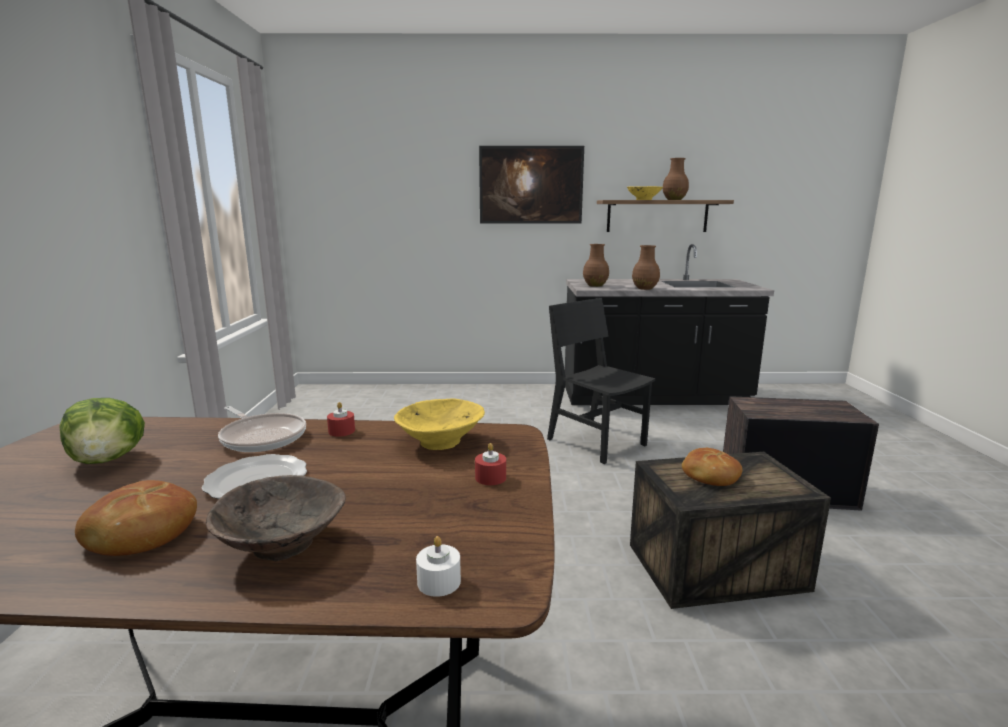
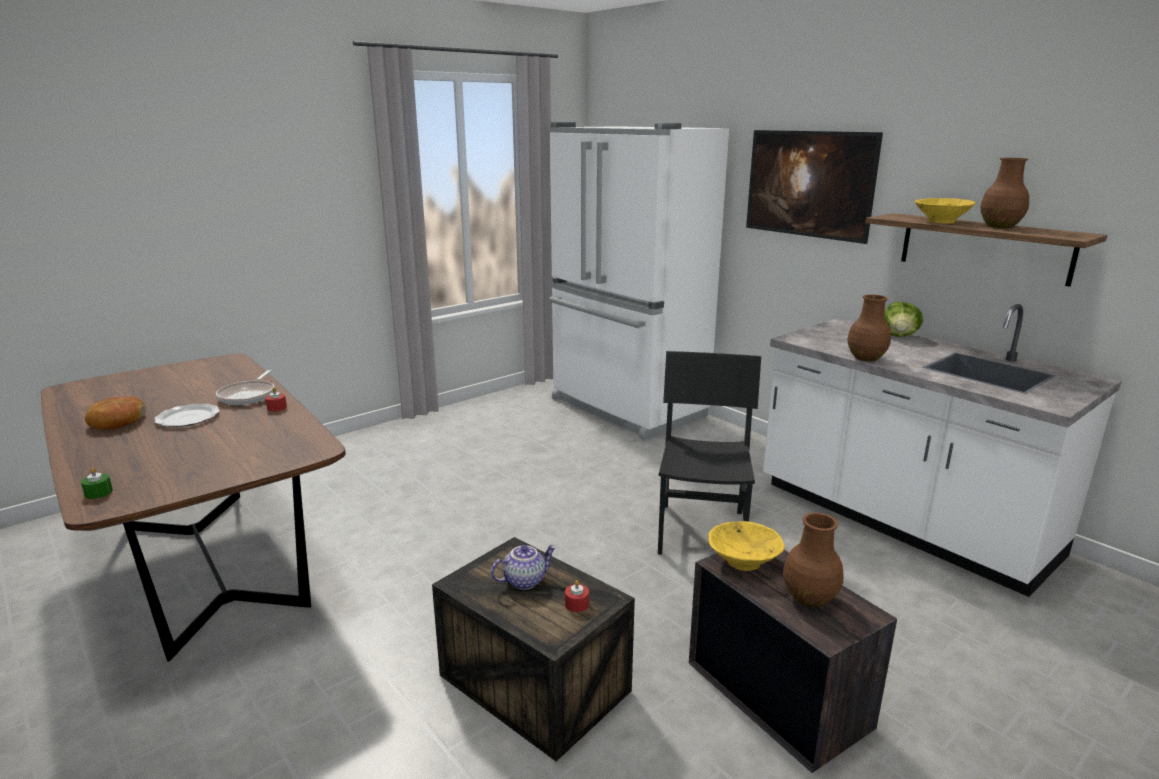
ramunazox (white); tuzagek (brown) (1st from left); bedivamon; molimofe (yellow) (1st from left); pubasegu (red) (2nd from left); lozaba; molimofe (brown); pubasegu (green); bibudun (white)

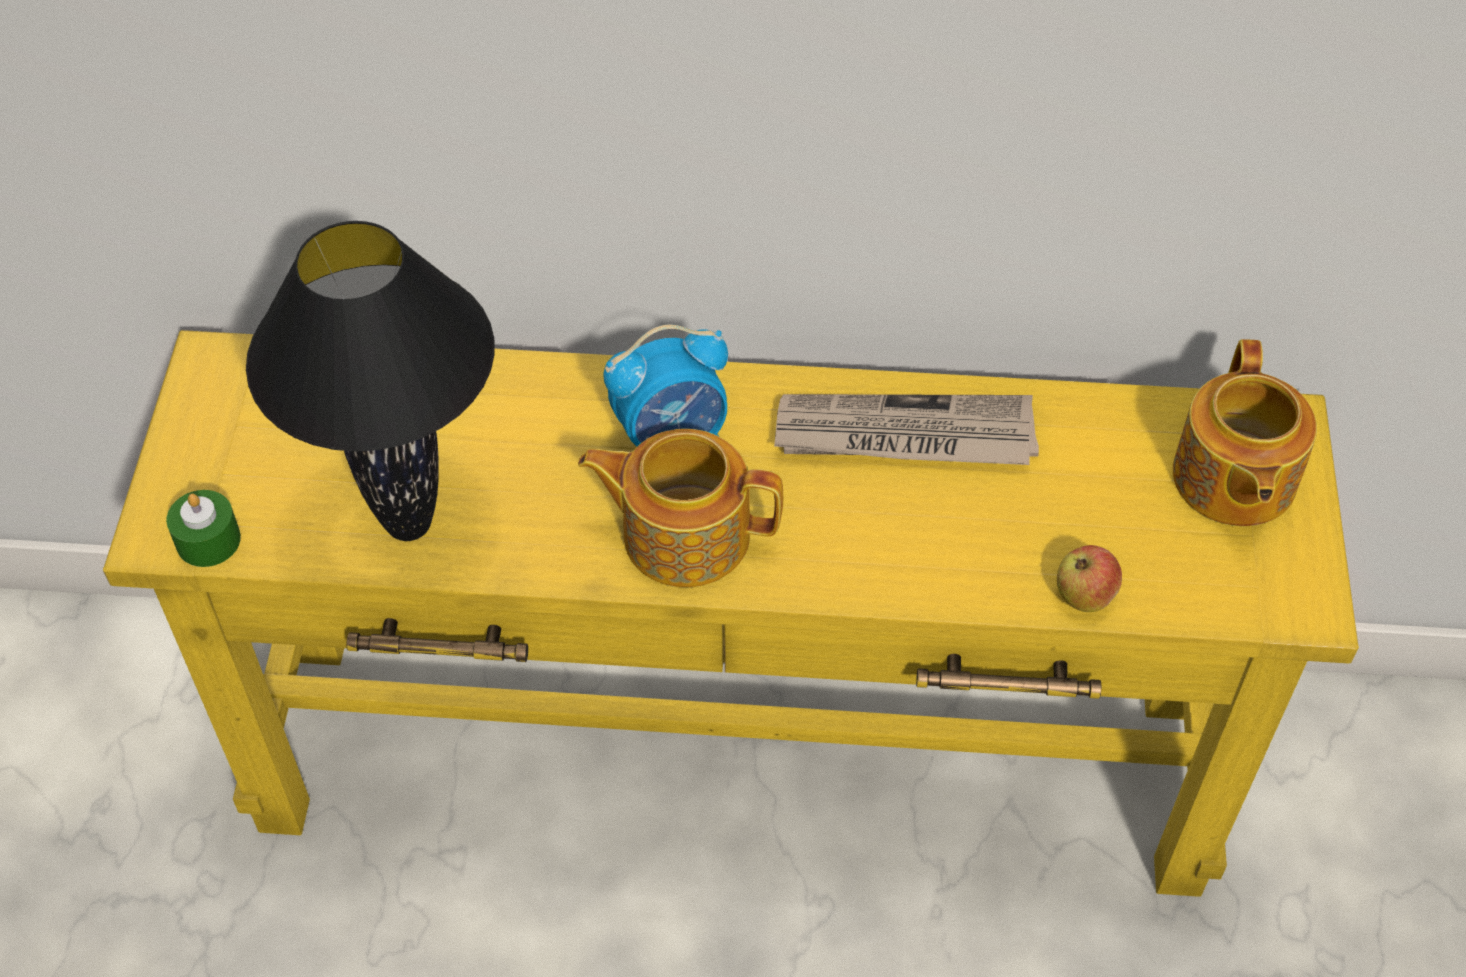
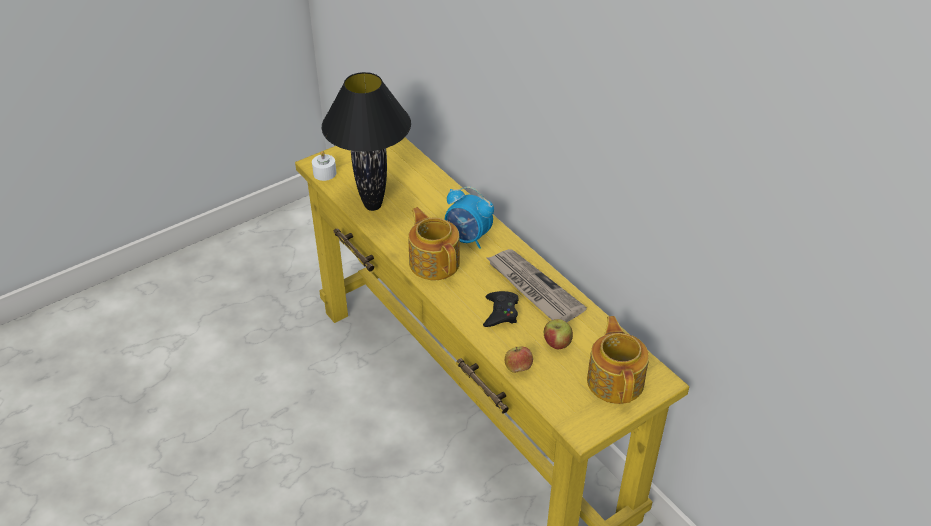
lozaba (2nd from left); pubasegu (white); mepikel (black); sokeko (2nd from left)

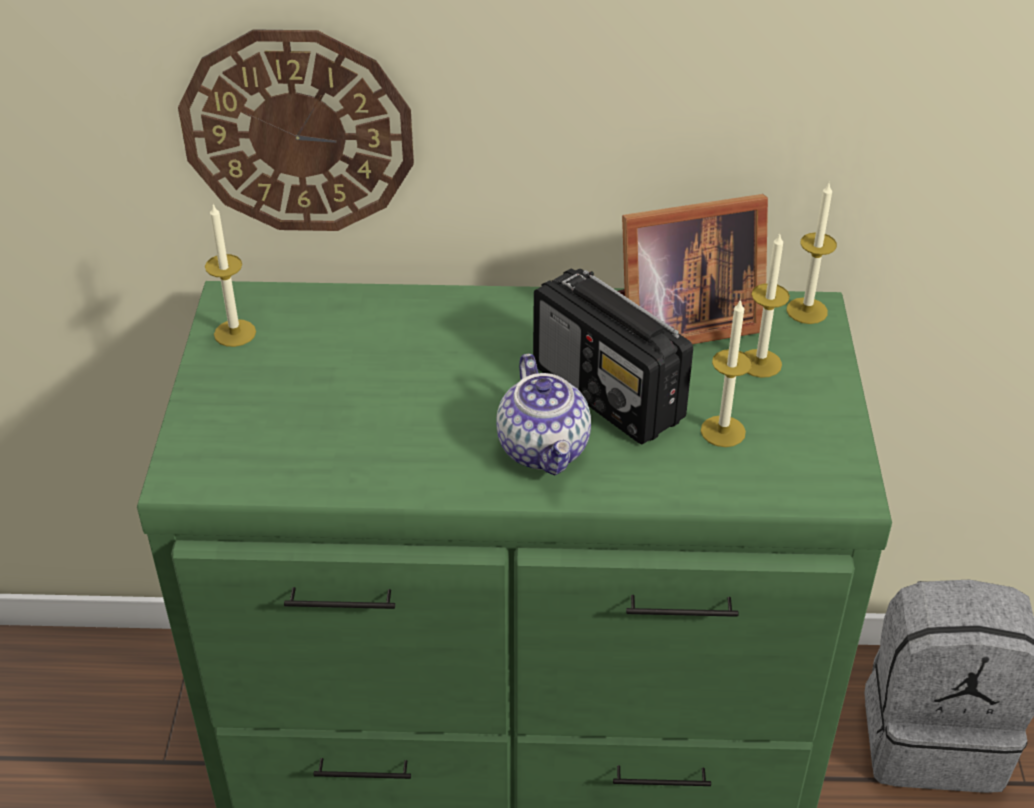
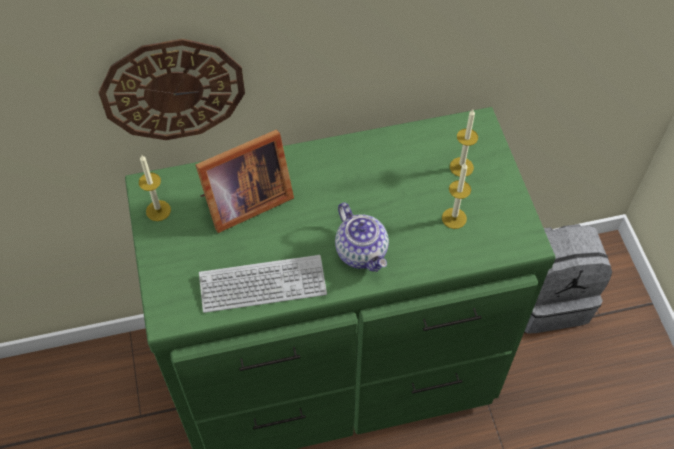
pubasegu (4th from left in the first image); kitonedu; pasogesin; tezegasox

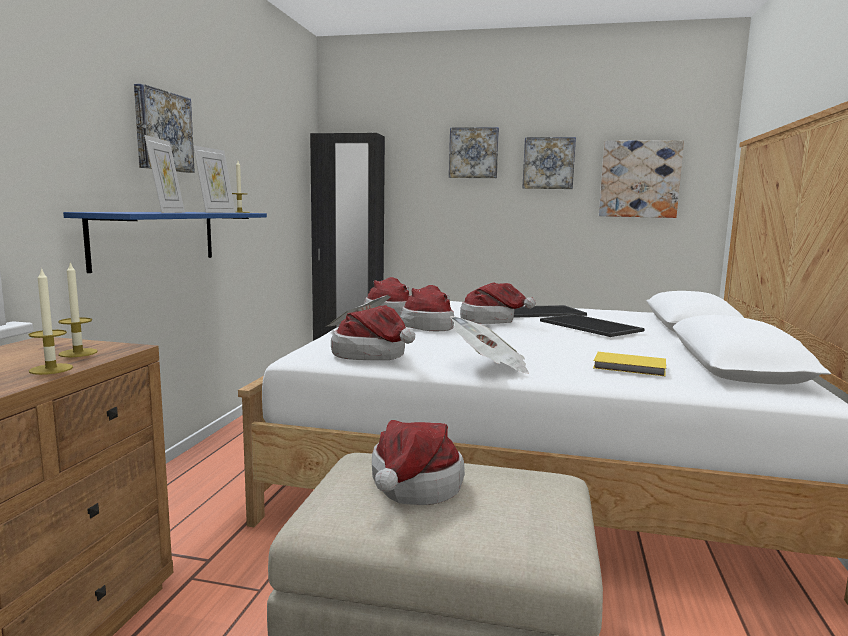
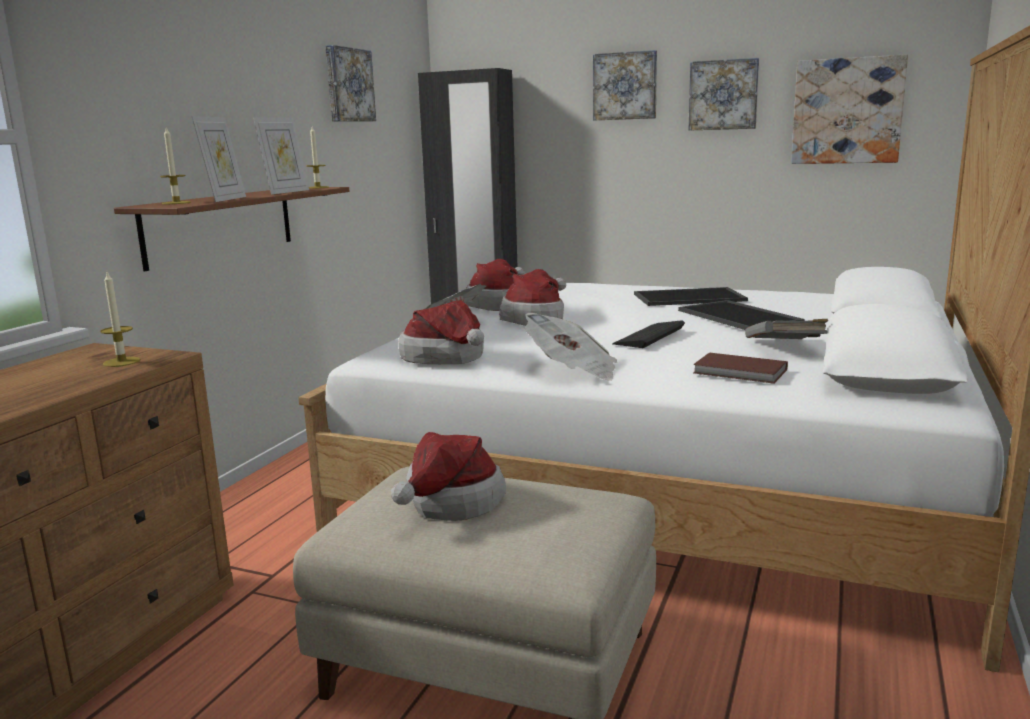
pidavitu (1st from left); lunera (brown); pubasegu (2nd from left); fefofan (5th from left in the first image); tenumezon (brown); tenumezon (grey); tezegasox

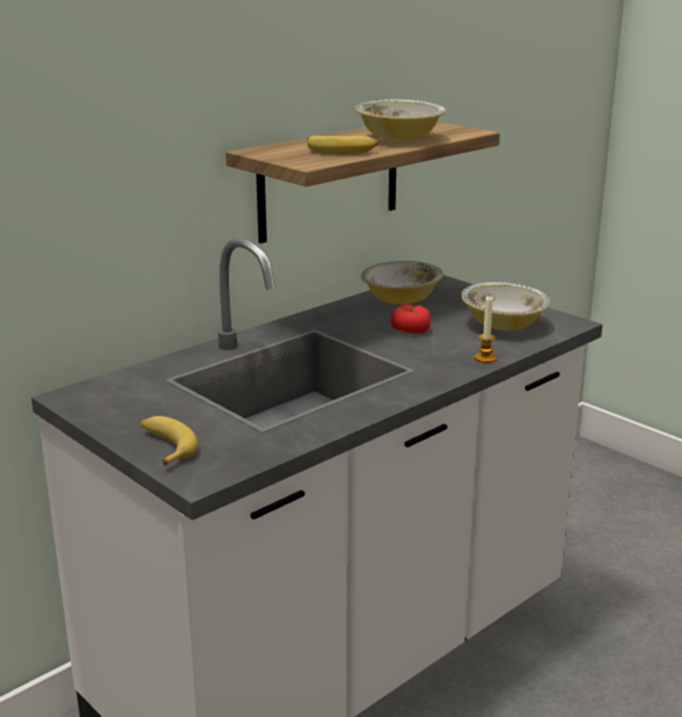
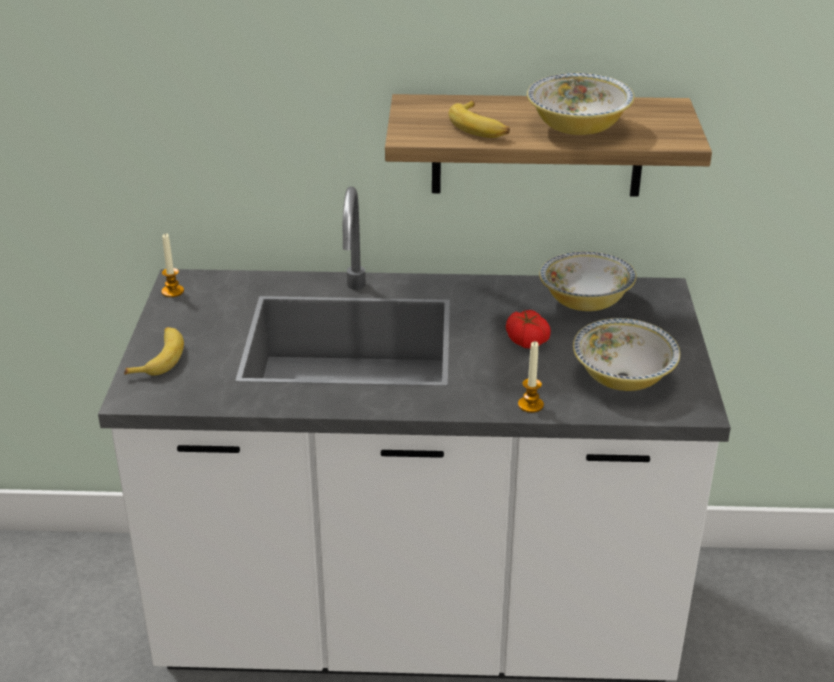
pubasegu (1st from left)

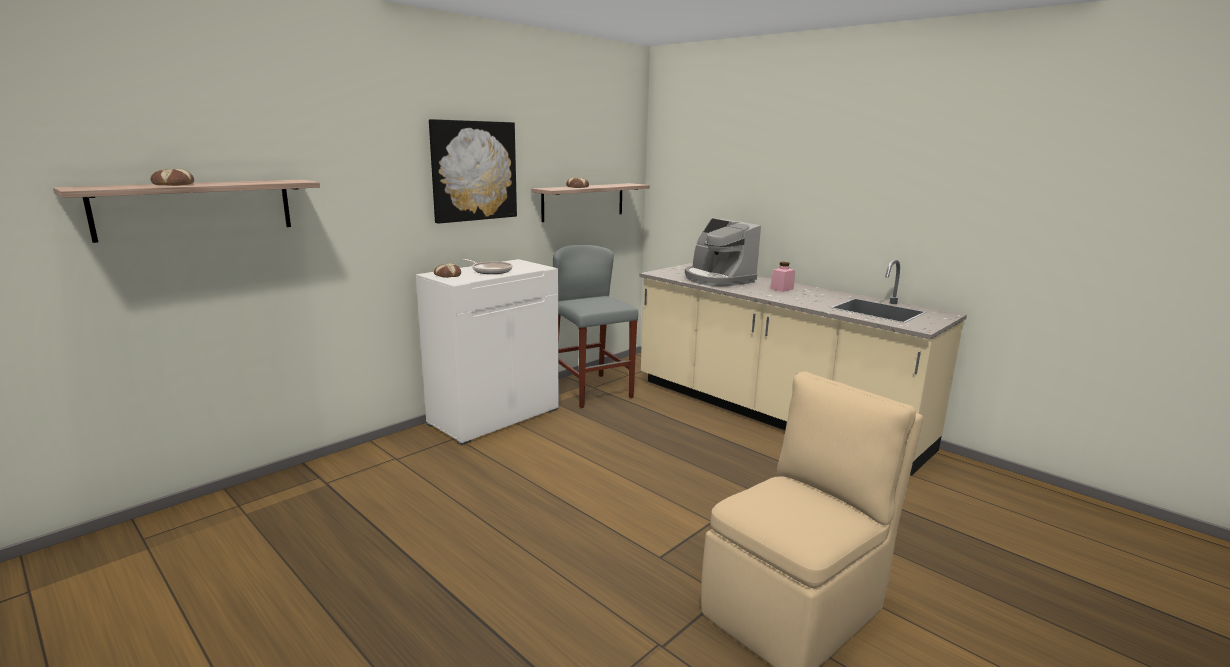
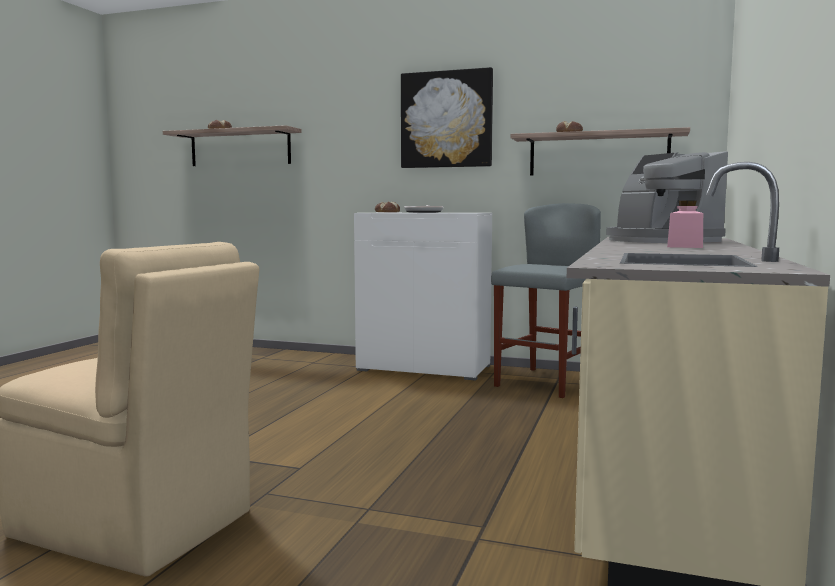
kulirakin

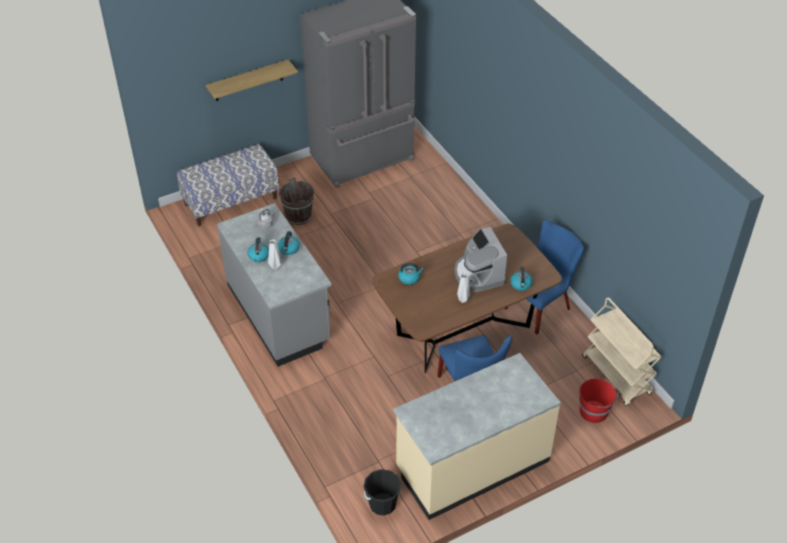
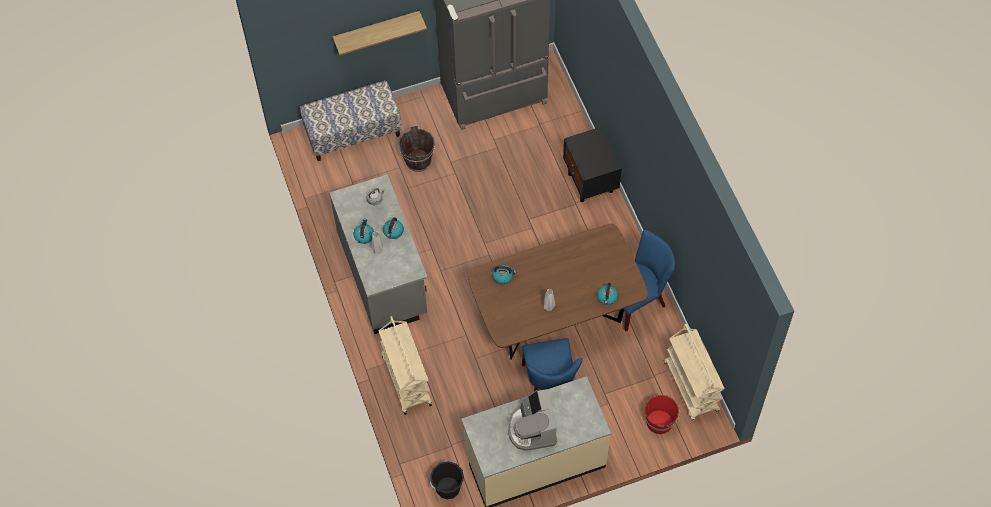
kulirakin; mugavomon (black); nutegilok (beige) (1st from left)

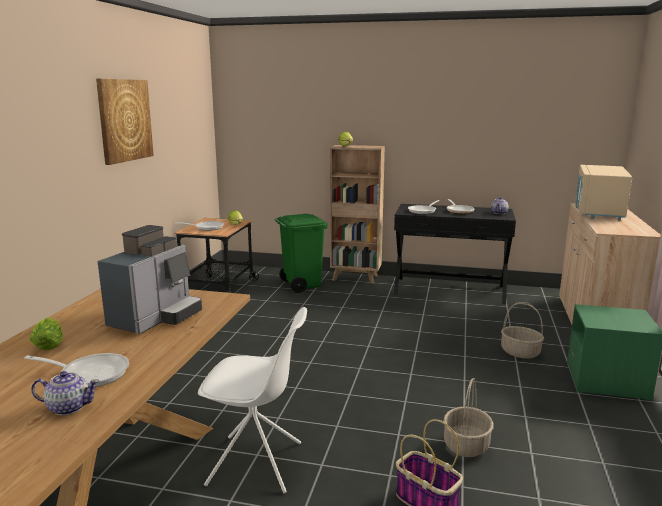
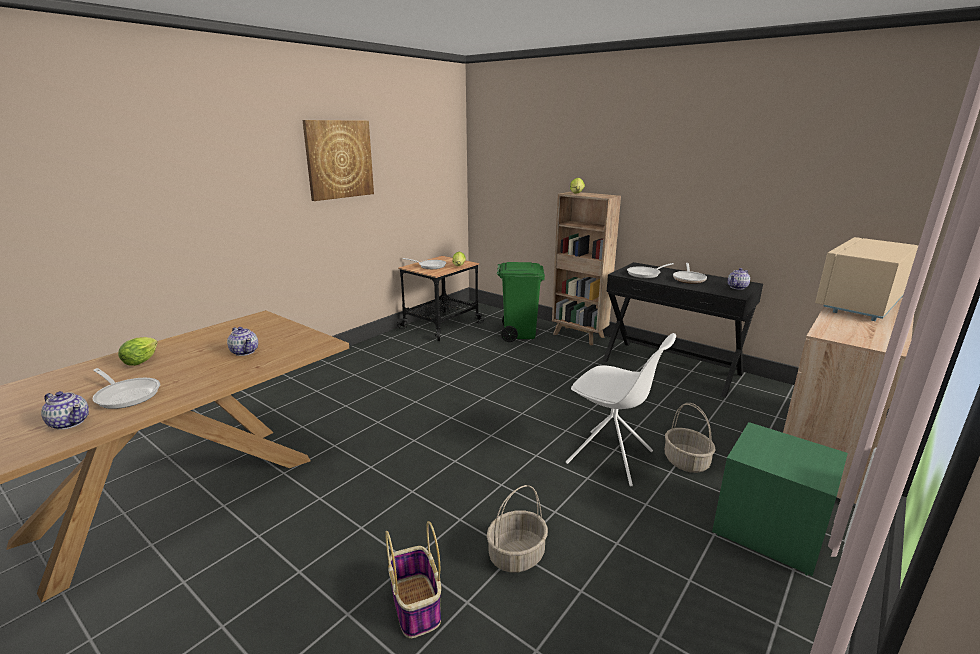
lozaba (2nd from left); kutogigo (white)

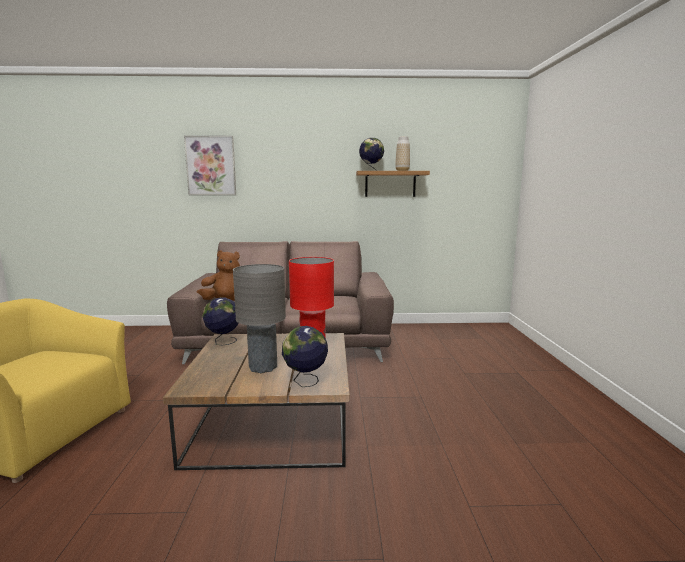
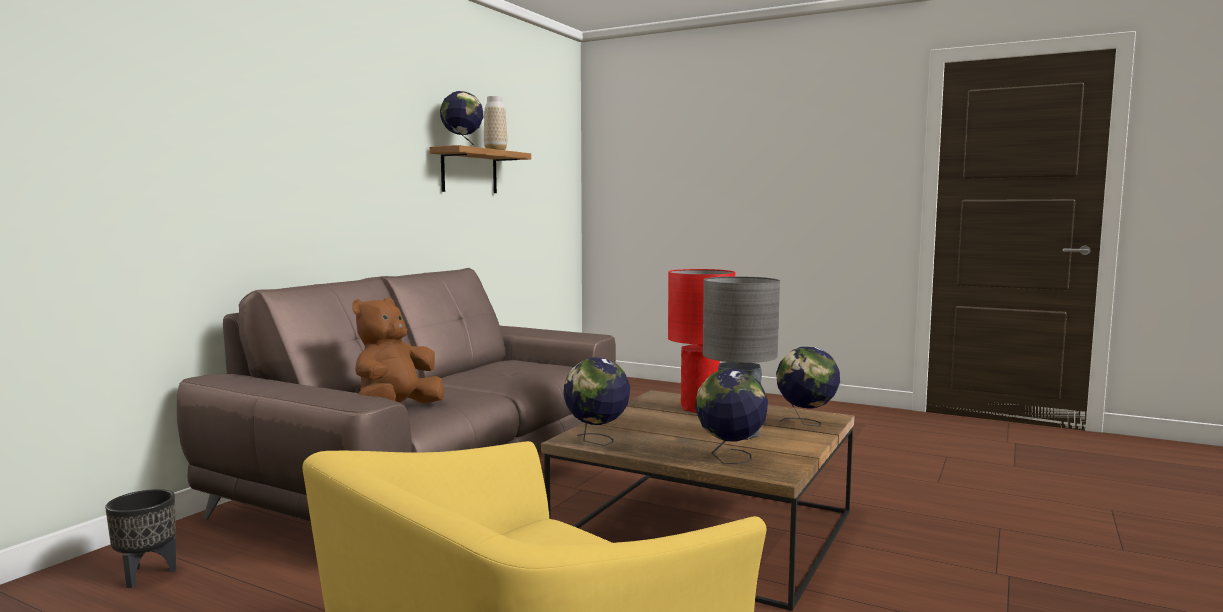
pidavitu; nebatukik (3rd from left); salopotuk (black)

